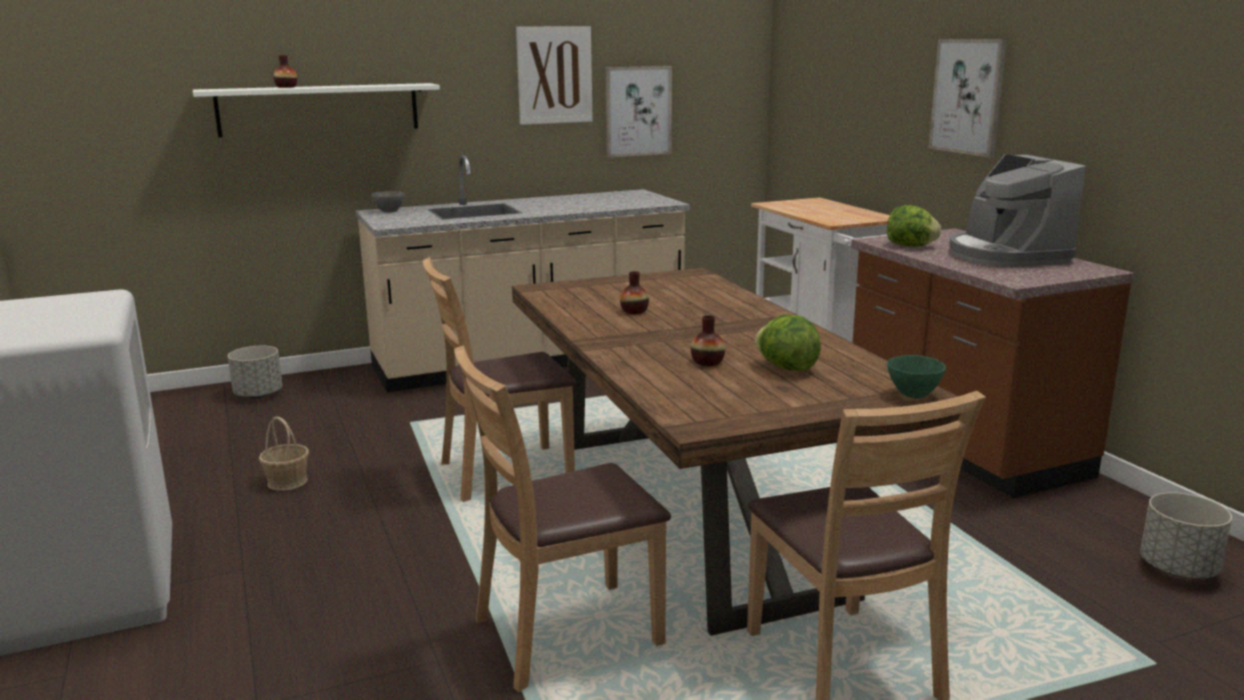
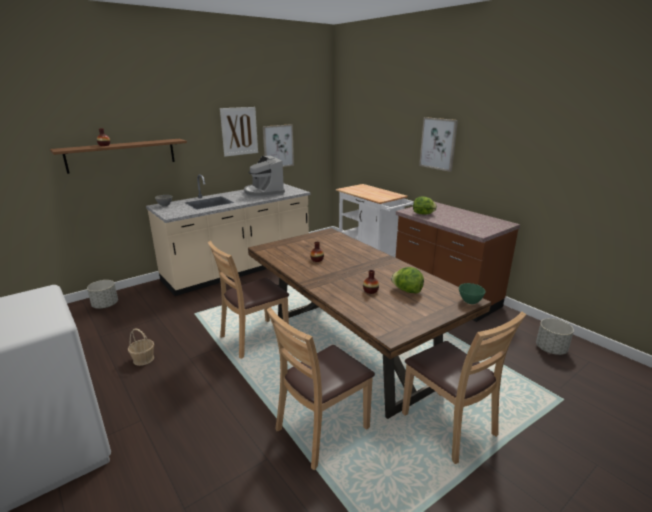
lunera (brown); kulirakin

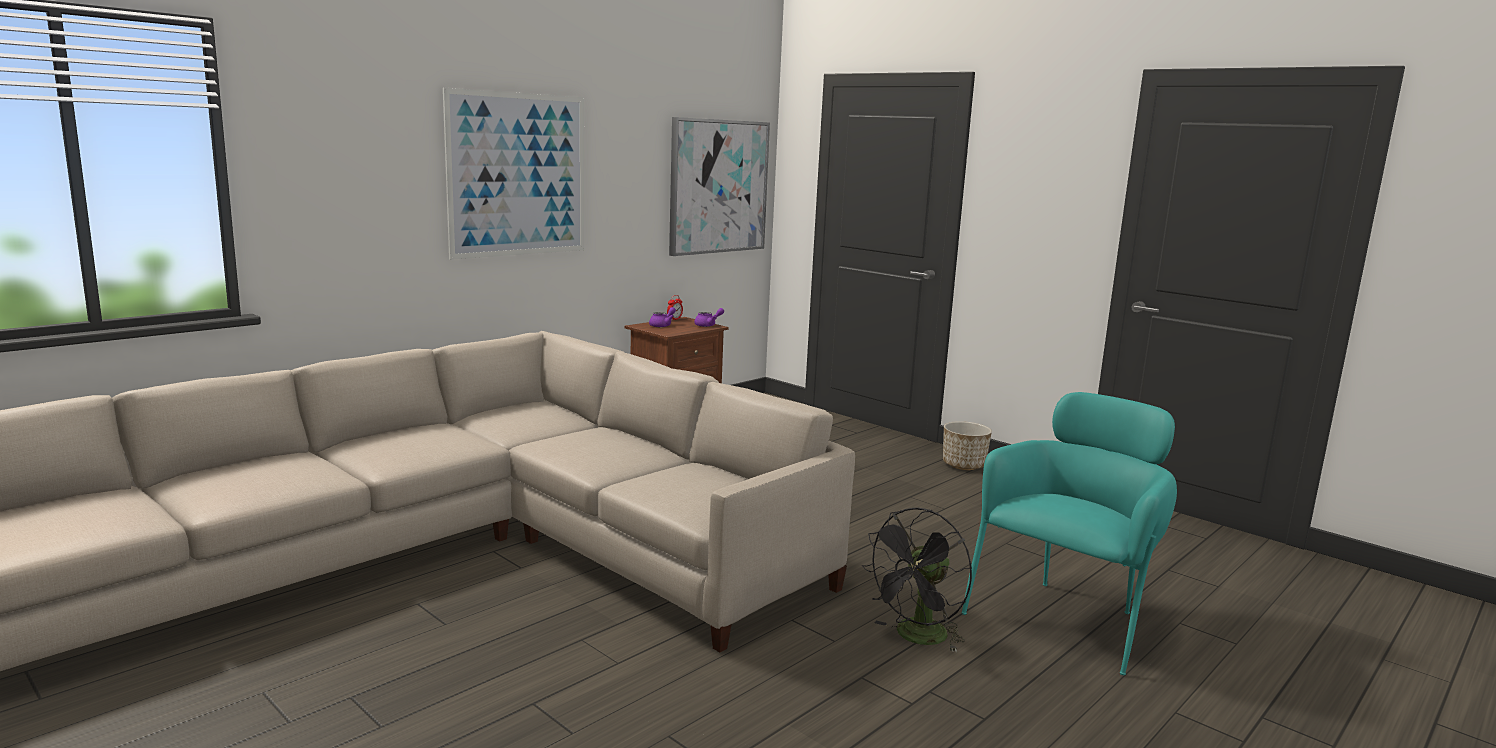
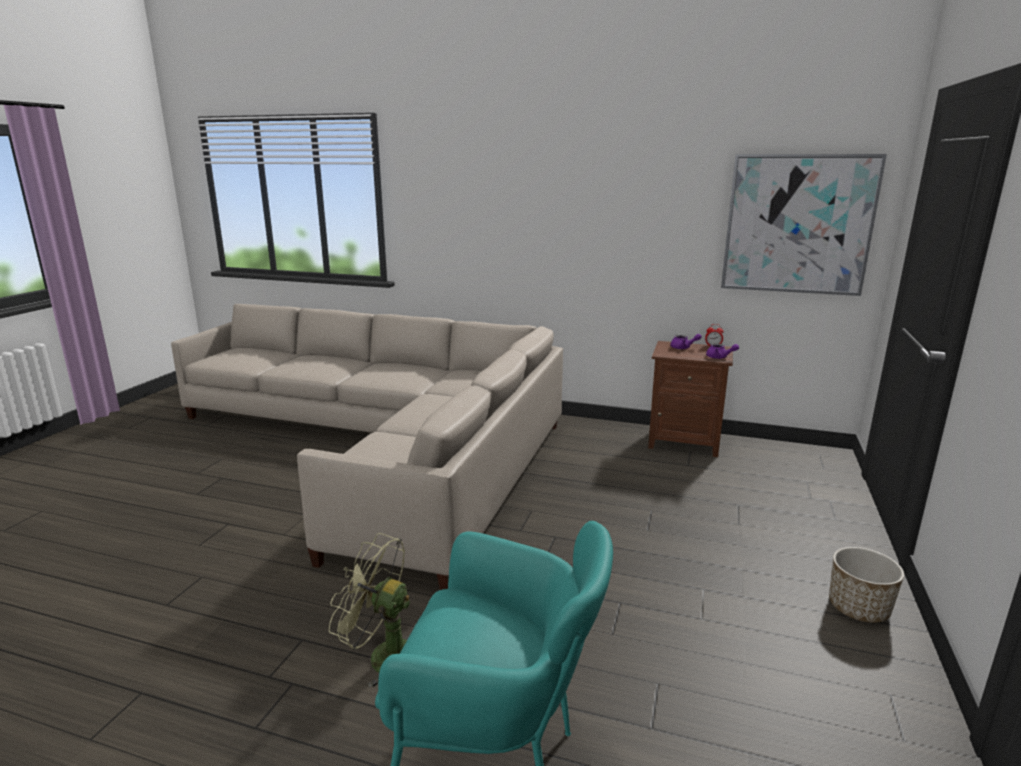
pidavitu (1st from left in the first image); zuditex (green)

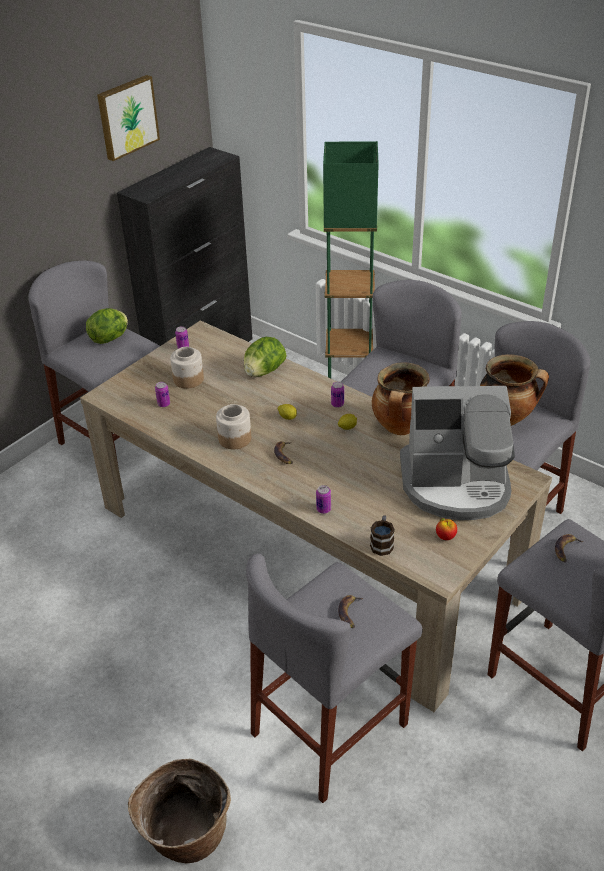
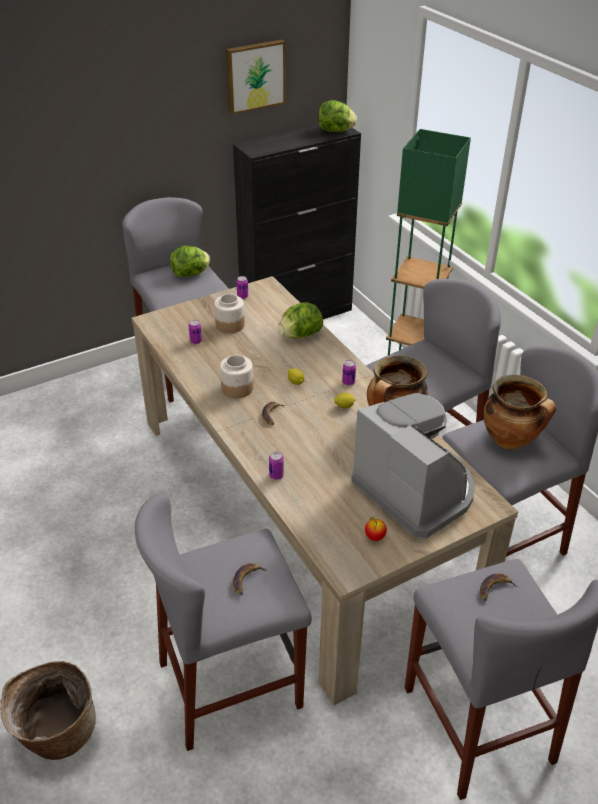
kulirakin; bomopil; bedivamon (3rd from left)

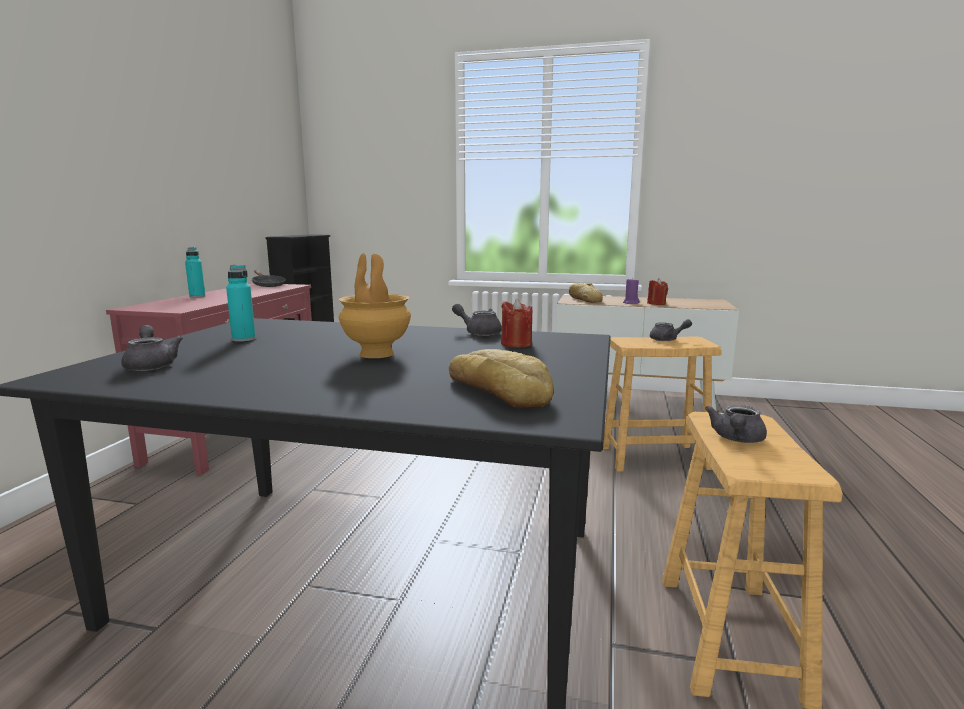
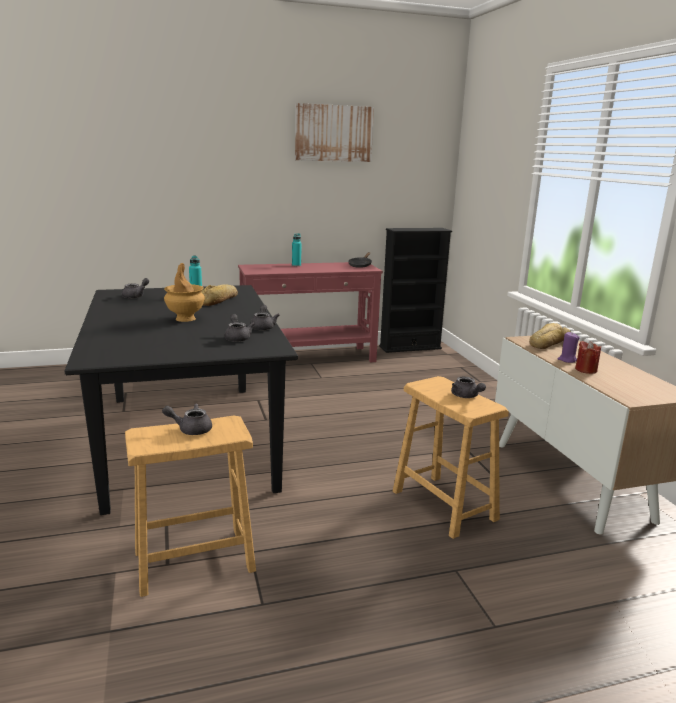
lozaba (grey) (3rd from left); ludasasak (1st from left); pidavitu

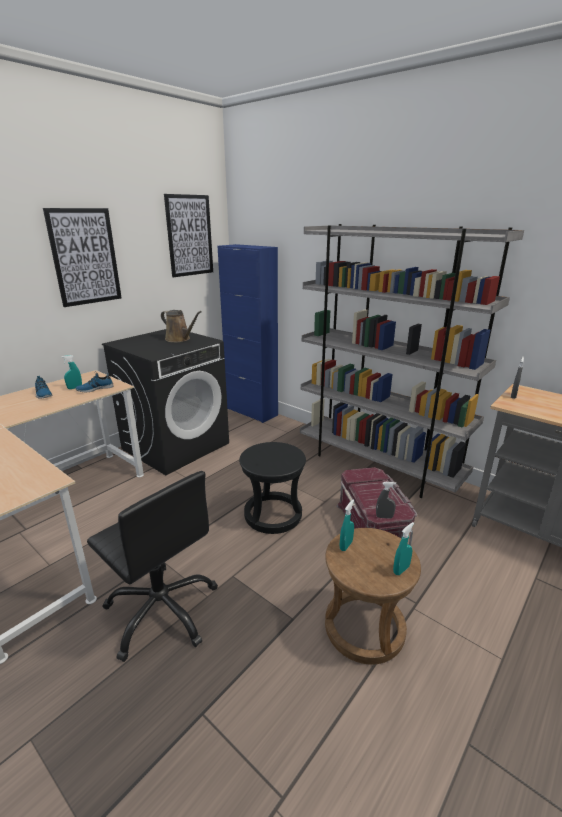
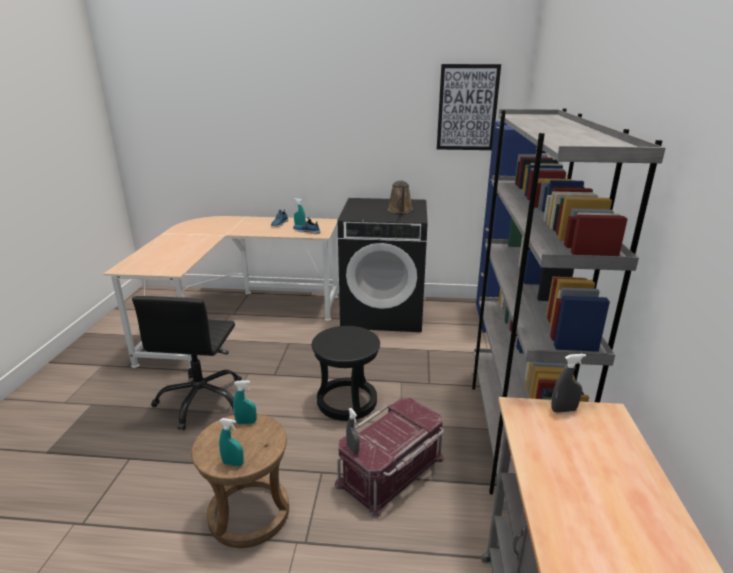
pidavitu (1st from left in the first image)

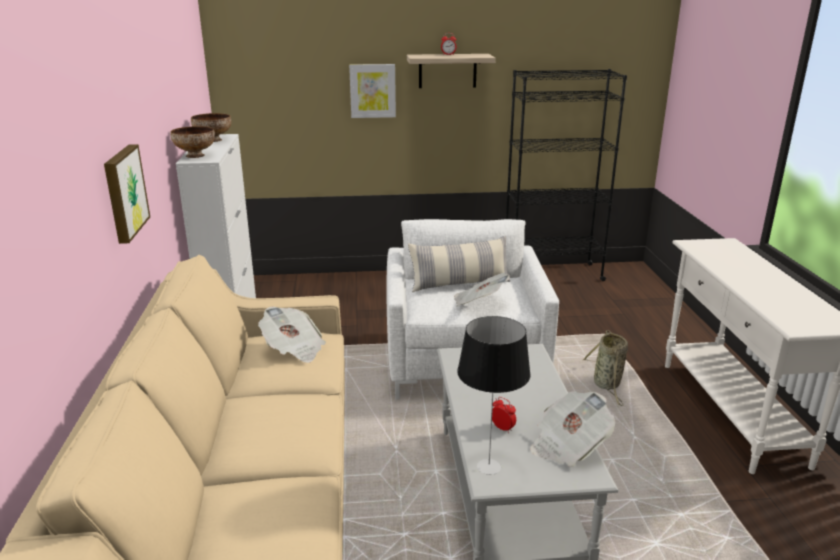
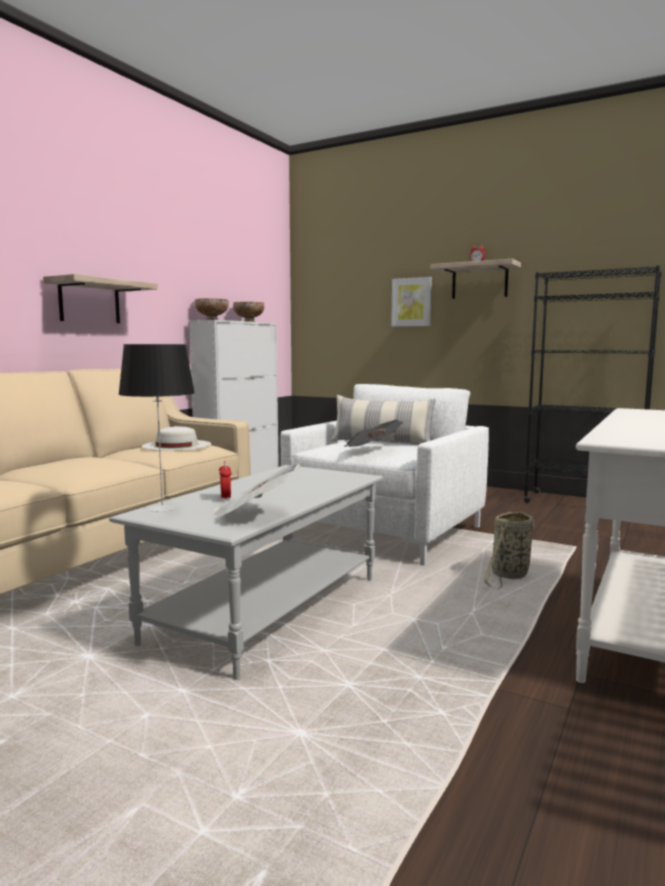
lunera (1st from left); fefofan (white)

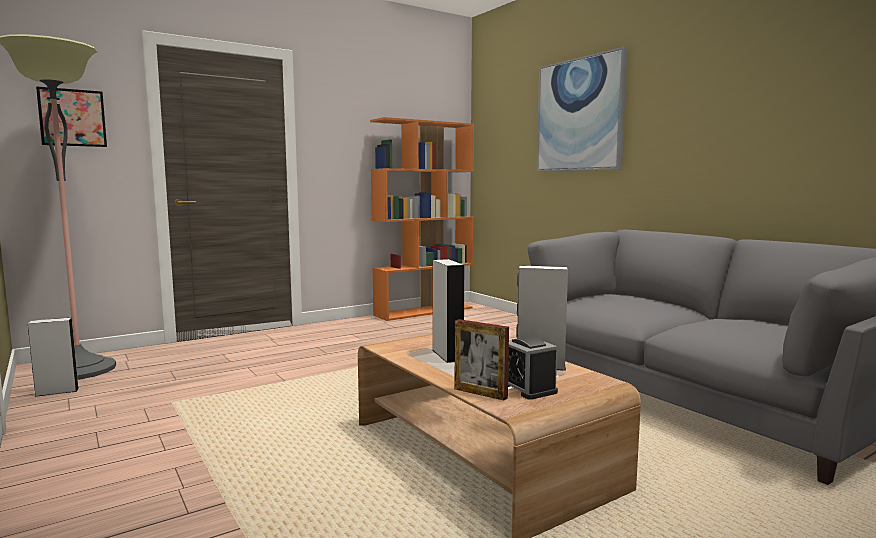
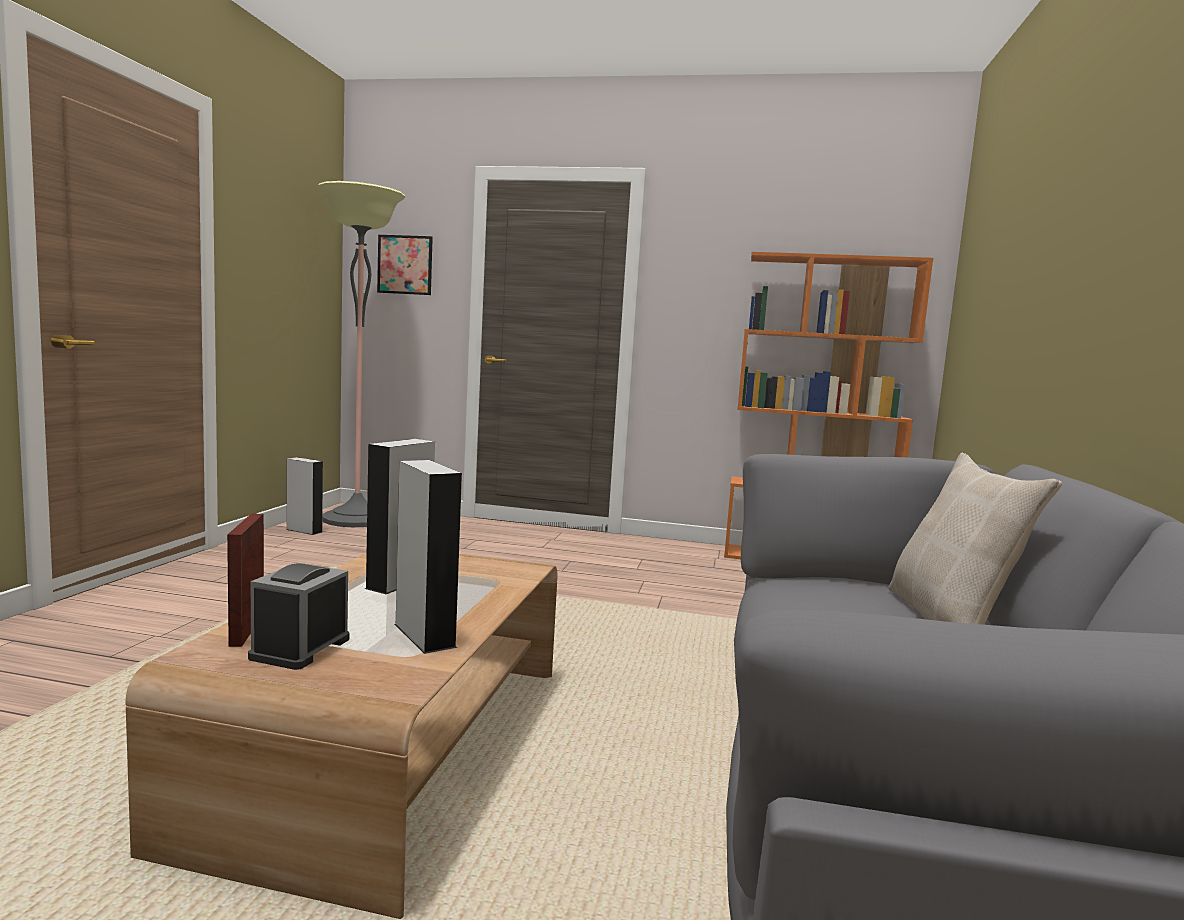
pidavitu (2nd from left in the first image); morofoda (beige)

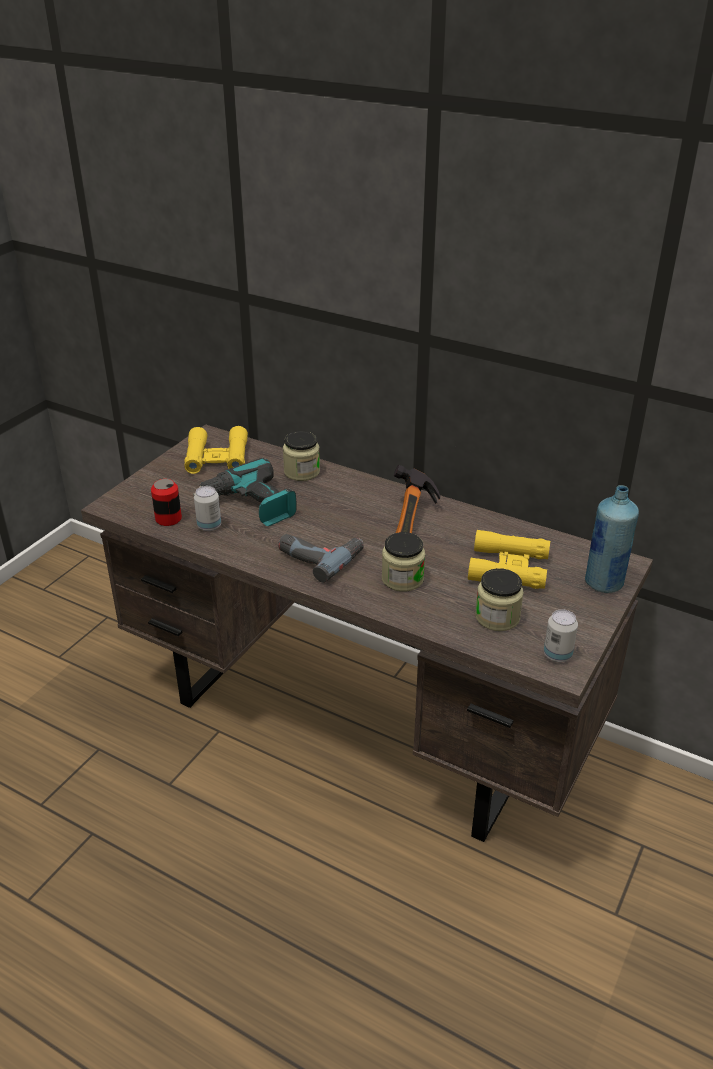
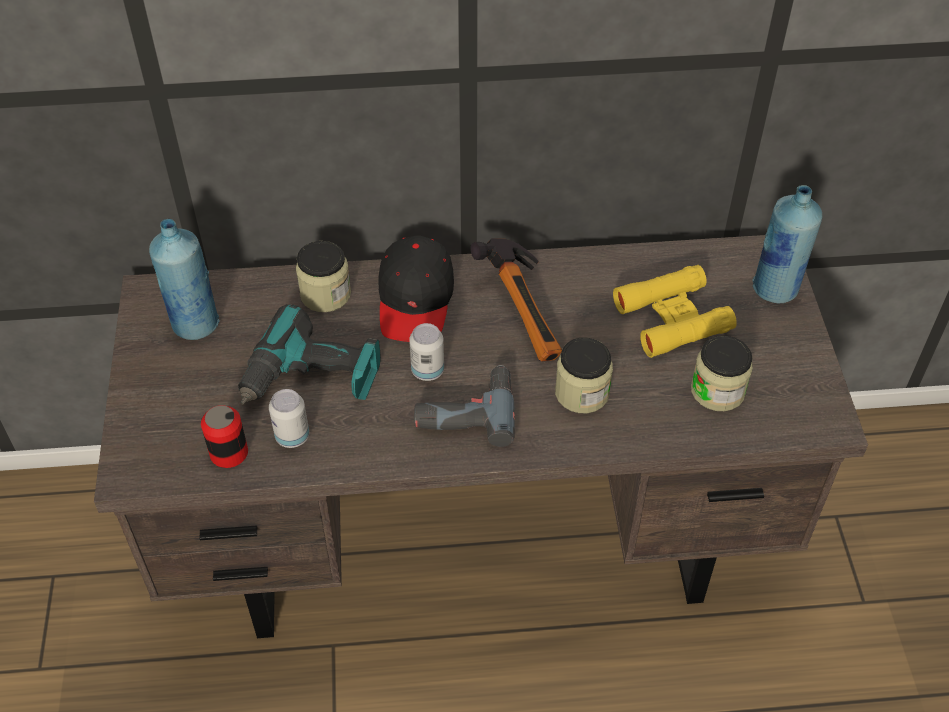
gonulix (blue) (1st from left); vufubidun (3rd from left); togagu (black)

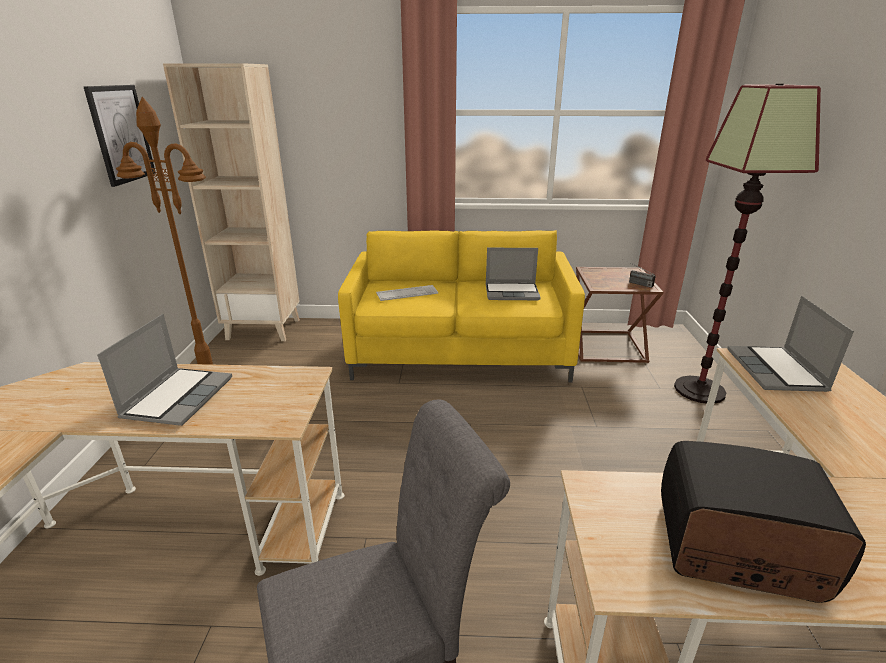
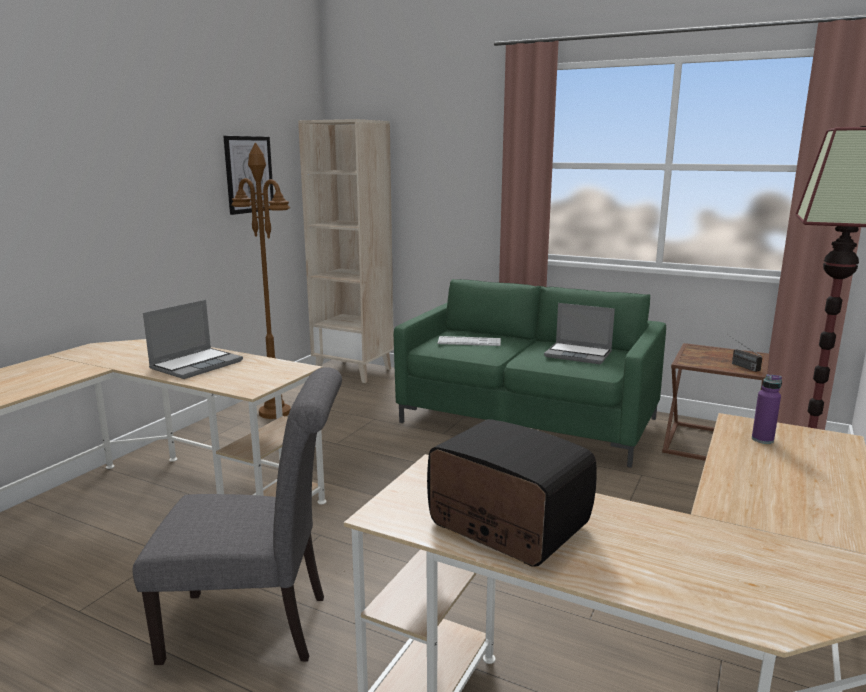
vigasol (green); gonulix (purple)

